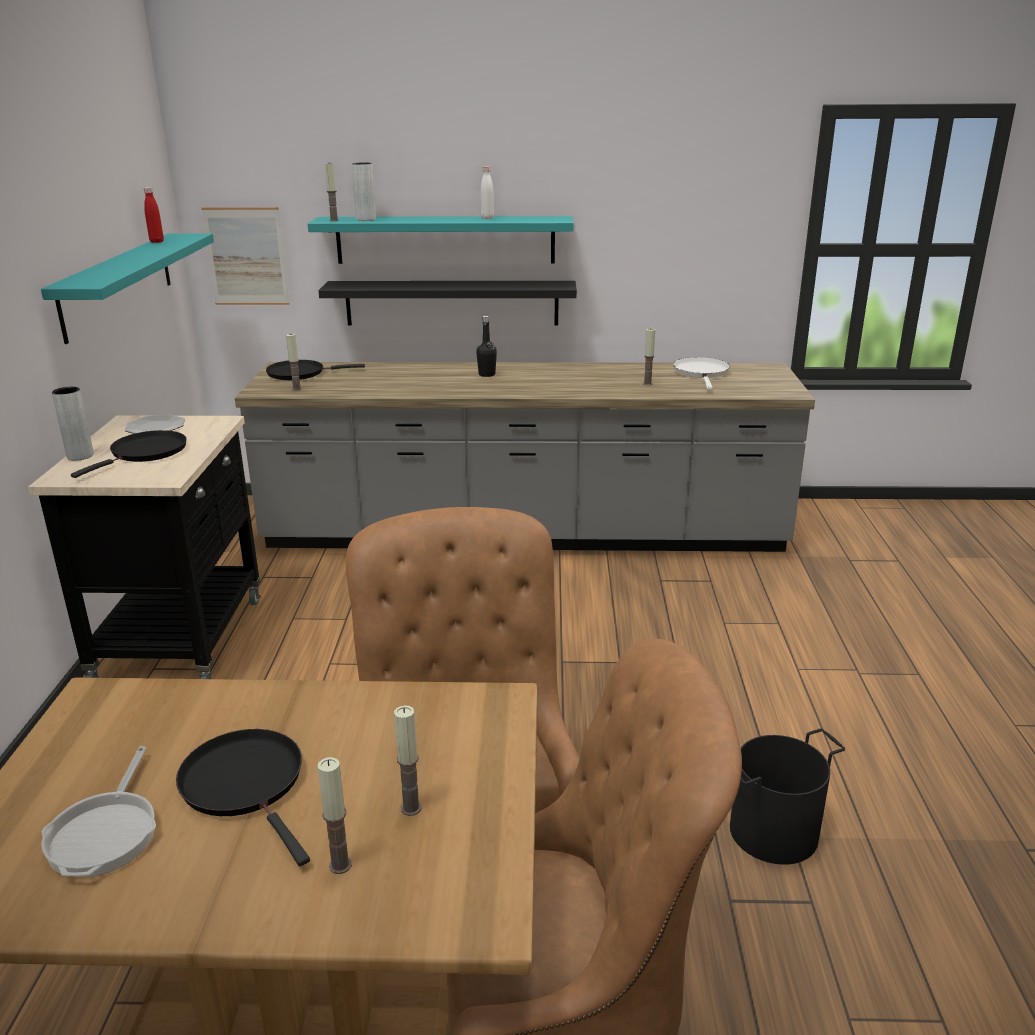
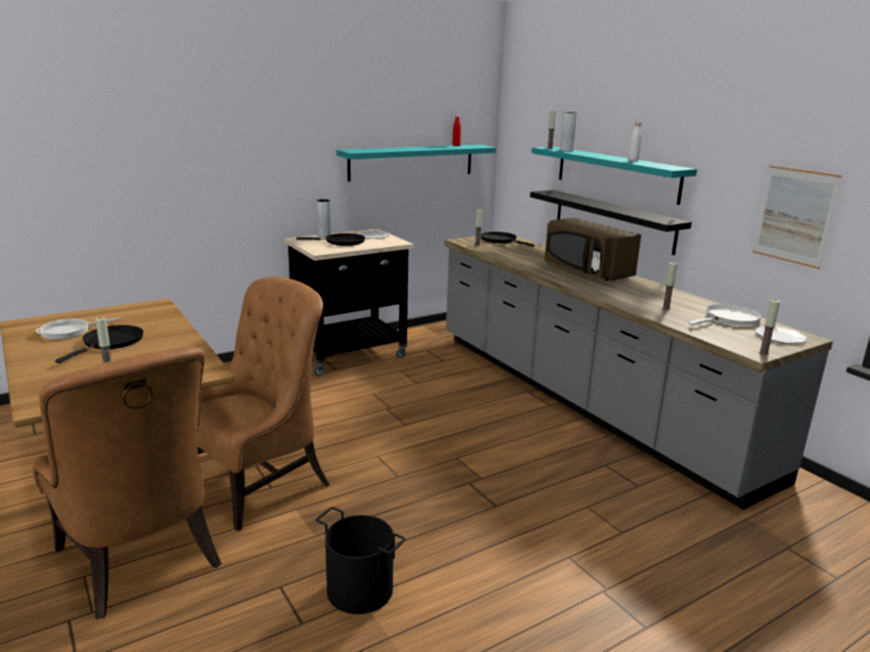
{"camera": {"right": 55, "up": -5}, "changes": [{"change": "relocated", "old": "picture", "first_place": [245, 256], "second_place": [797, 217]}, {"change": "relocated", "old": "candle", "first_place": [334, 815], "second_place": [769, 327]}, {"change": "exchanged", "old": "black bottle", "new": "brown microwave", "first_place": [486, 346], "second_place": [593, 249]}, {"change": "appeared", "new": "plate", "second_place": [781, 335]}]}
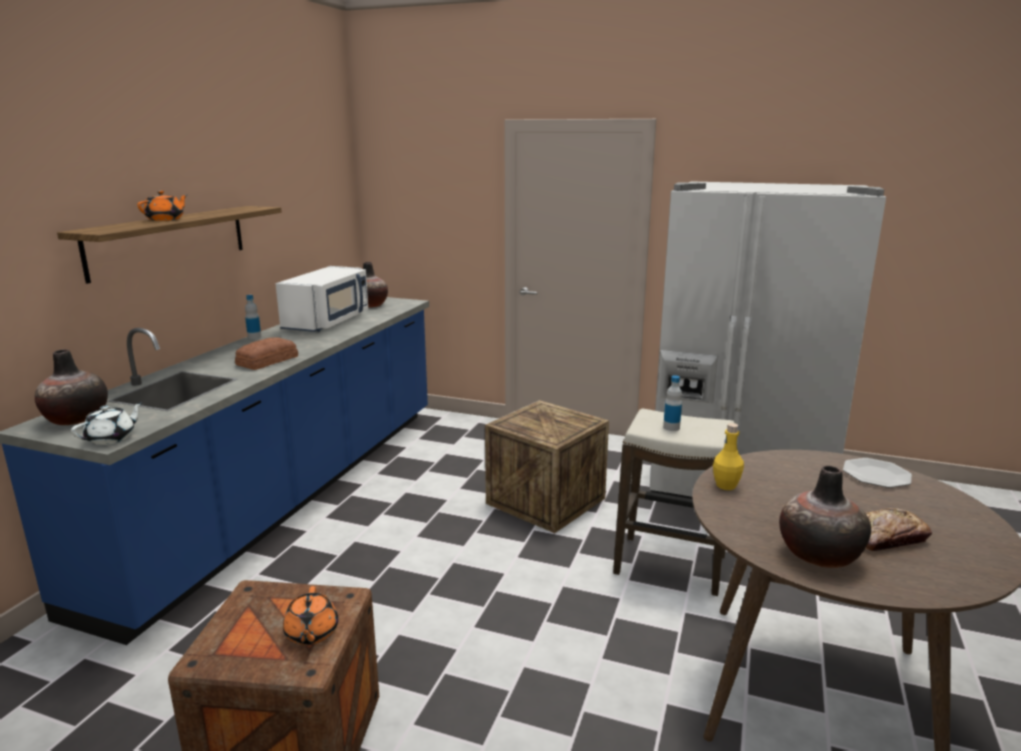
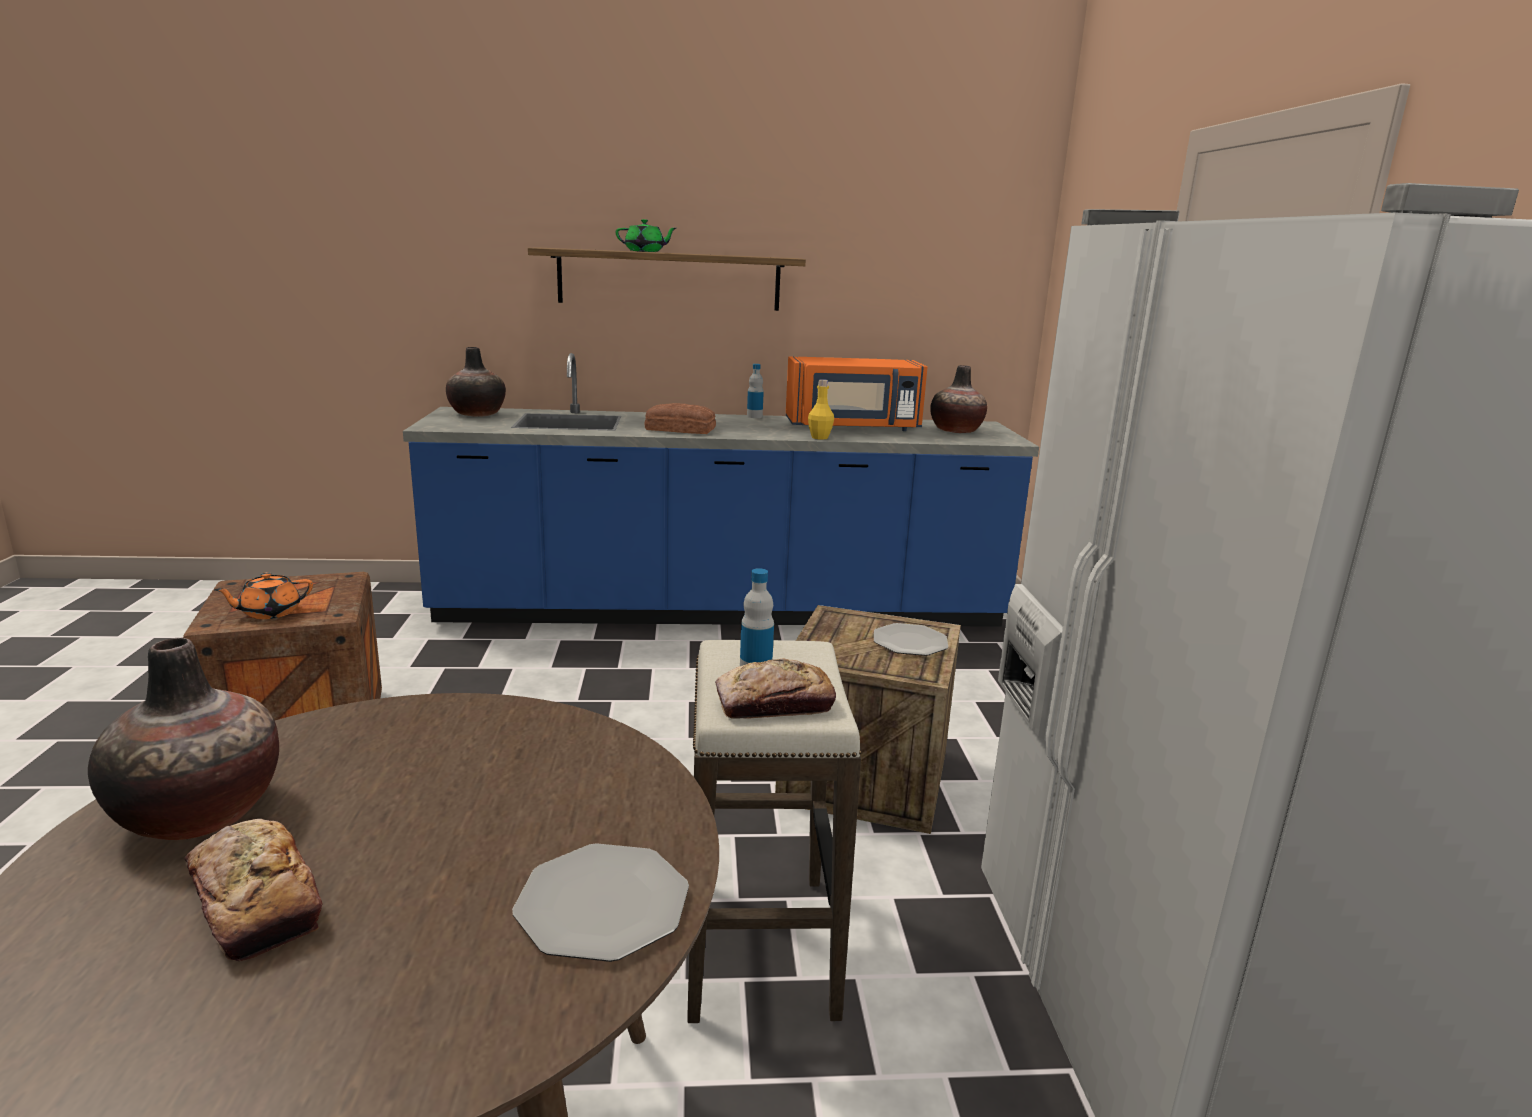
{"camera": {"right": 65, "up": 0}, "changes": [{"change": "missing", "old": "white teapot", "first_place": [107, 423]}, {"change": "colour", "old": "orange teapot", "new": "green teapot", "first_place": [162, 206], "second_place": [646, 235]}, {"change": "colour", "old": "white microwave", "new": "orange microwave", "first_place": [321, 299], "second_place": [856, 394]}, {"change": "relocated", "old": "yellow bottle", "first_place": [728, 456], "second_place": [821, 409]}, {"change": "appeared", "new": "bread", "second_place": [775, 688]}, {"change": "appeared", "new": "plate", "second_place": [911, 639]}]}
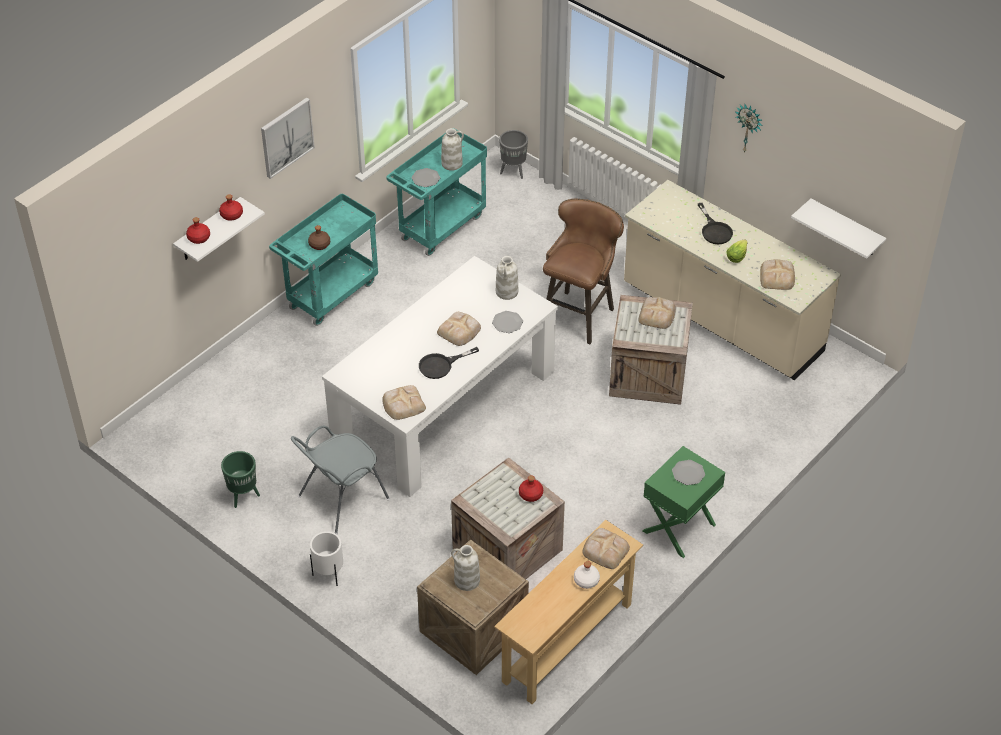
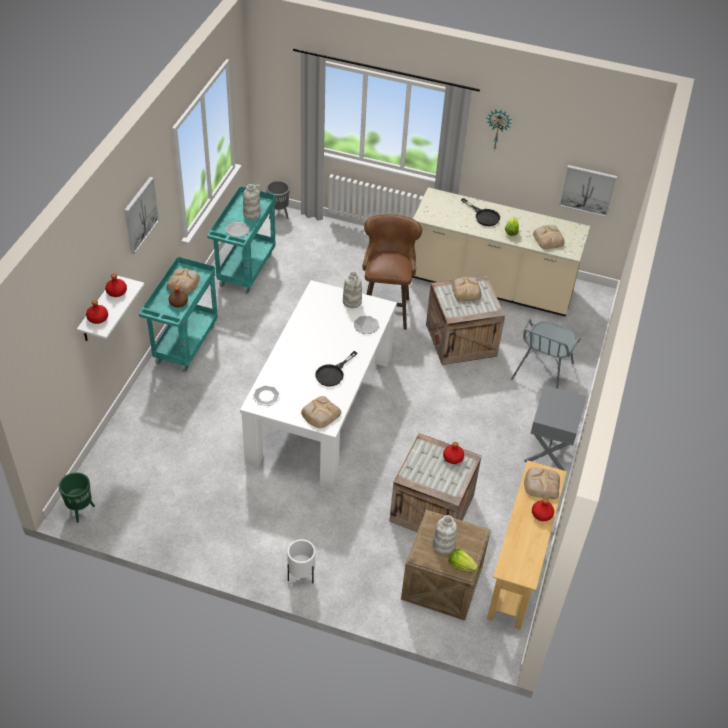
{"camera": {"right": -25, "up": 0}, "changes": [{"change": "relocated", "old": "green planter", "first_place": [240, 479], "second_place": [77, 497]}, {"change": "relocated", "old": "grey chair", "first_place": [340, 480], "second_place": [545, 354]}, {"change": "relocated", "old": "bread", "first_place": [459, 329], "second_place": [183, 281]}, {"change": "colour", "old": "white bottle", "new": "red bottle", "first_place": [587, 575], "second_place": [543, 509]}, {"change": "colour", "old": "green nightstand", "new": "grey nightstand", "first_place": [684, 502], "second_place": [555, 428]}, {"change": "relocated", "old": "plate", "first_place": [688, 472], "second_place": [266, 395]}, {"change": "exchanged", "old": "white shelf", "new": "picture", "first_place": [838, 229], "second_place": [588, 191]}, {"change": "appeared", "new": "lettuce", "second_place": [463, 560]}]}
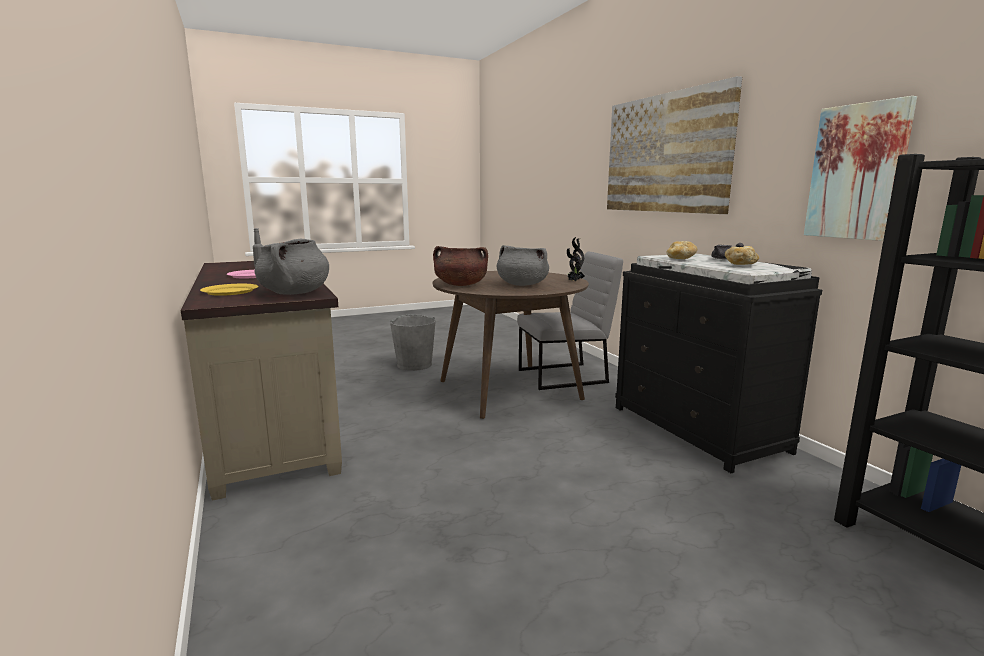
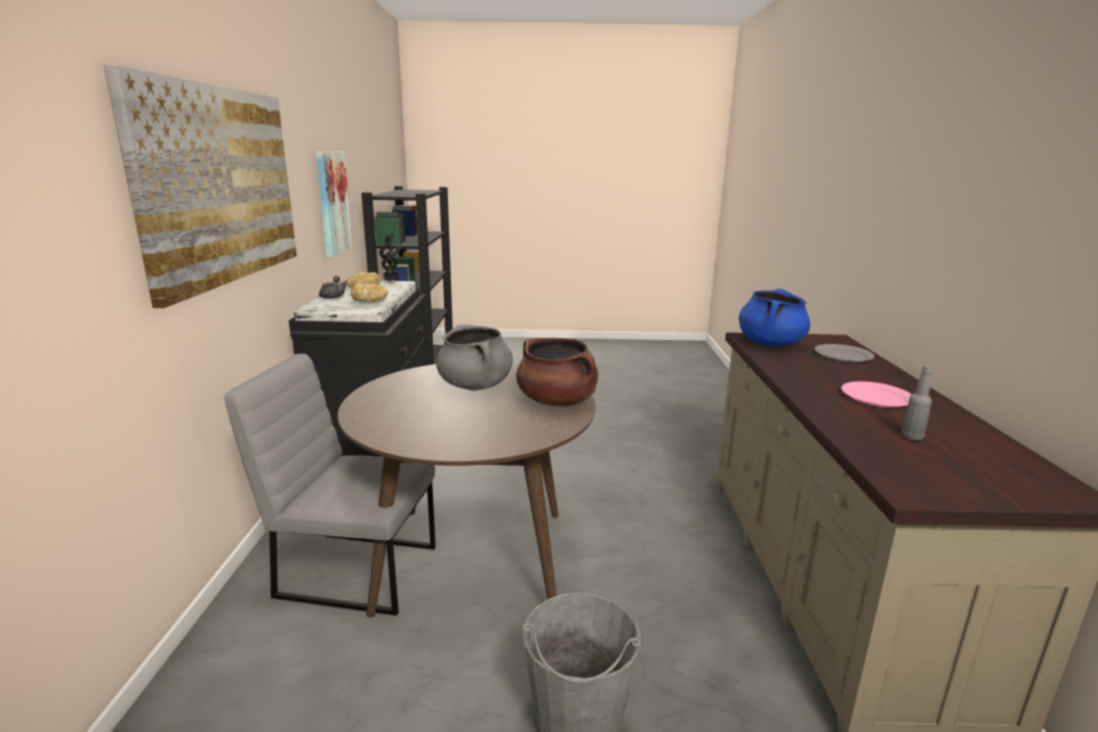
{"camera": {"right": -155, "up": 5}, "changes": [{"change": "colour", "old": "yellow plate", "new": "grey plate", "first_place": [229, 290], "second_place": [845, 353]}, {"change": "colour", "old": "grey cooking pot", "new": "blue cooking pot", "first_place": [292, 267], "second_place": [774, 318]}, {"change": "relocated", "old": "potted plant", "first_place": [576, 259], "second_place": [389, 257]}]}
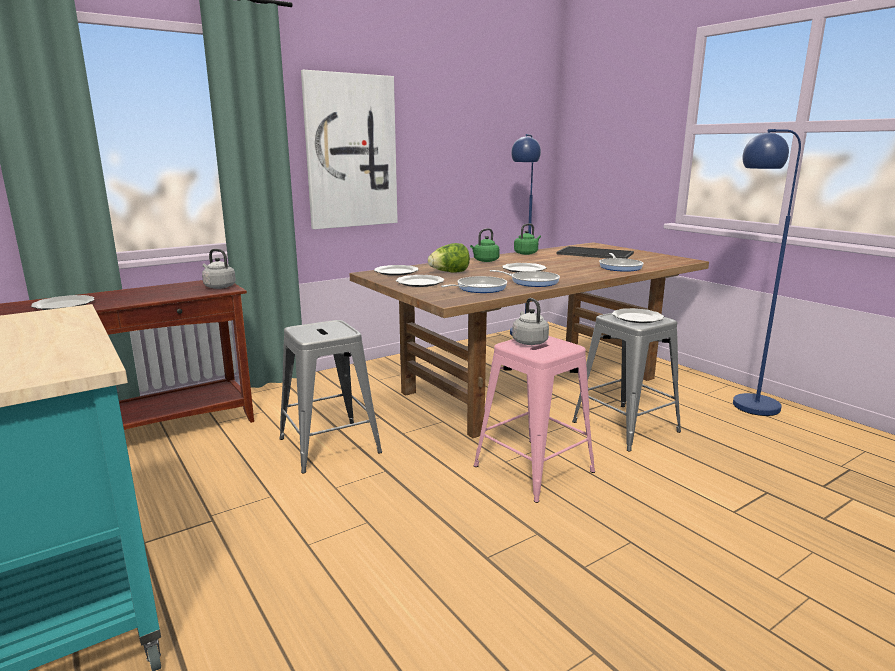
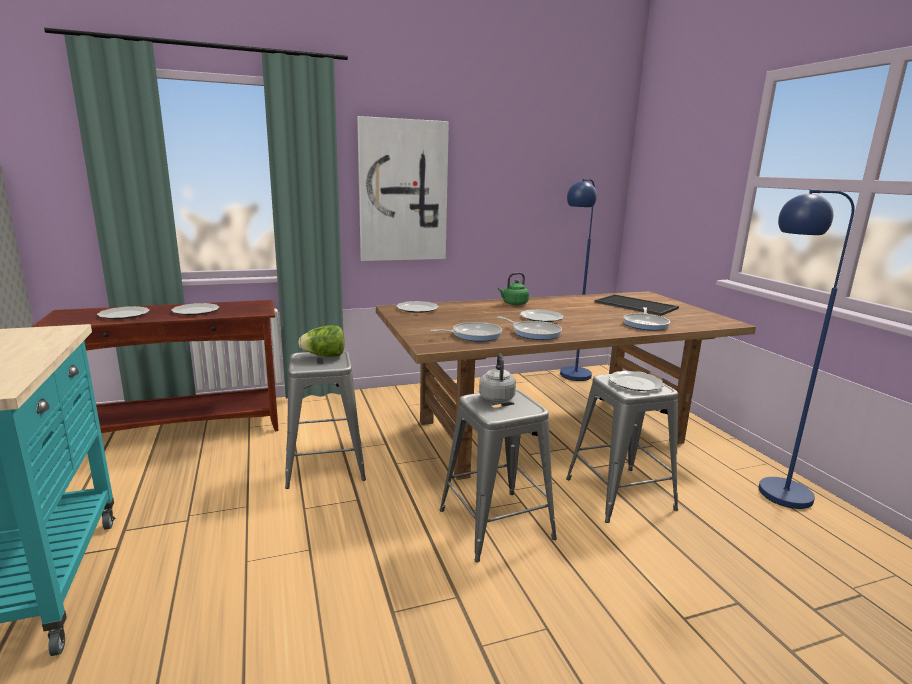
{"camera": {"right": 15, "up": 0}, "changes": [{"change": "missing", "old": "grey kettle", "first_place": [219, 269]}, {"change": "relocated", "old": "plate", "first_place": [420, 281], "second_place": [195, 309]}, {"change": "relocated", "old": "lettuce", "first_place": [449, 258], "second_place": [321, 341]}, {"change": "colour", "old": "pink stool", "new": "grey stool", "first_place": [534, 419], "second_place": [498, 475]}, {"change": "missing", "old": "green kettle", "first_place": [527, 239]}]}
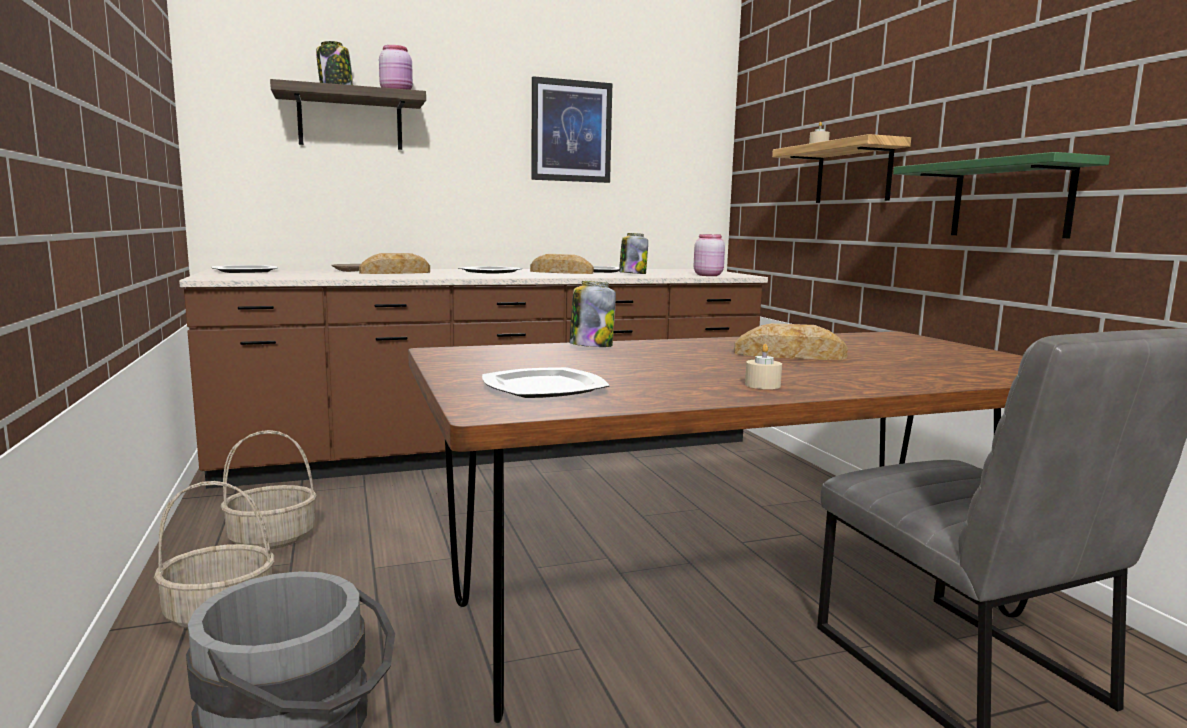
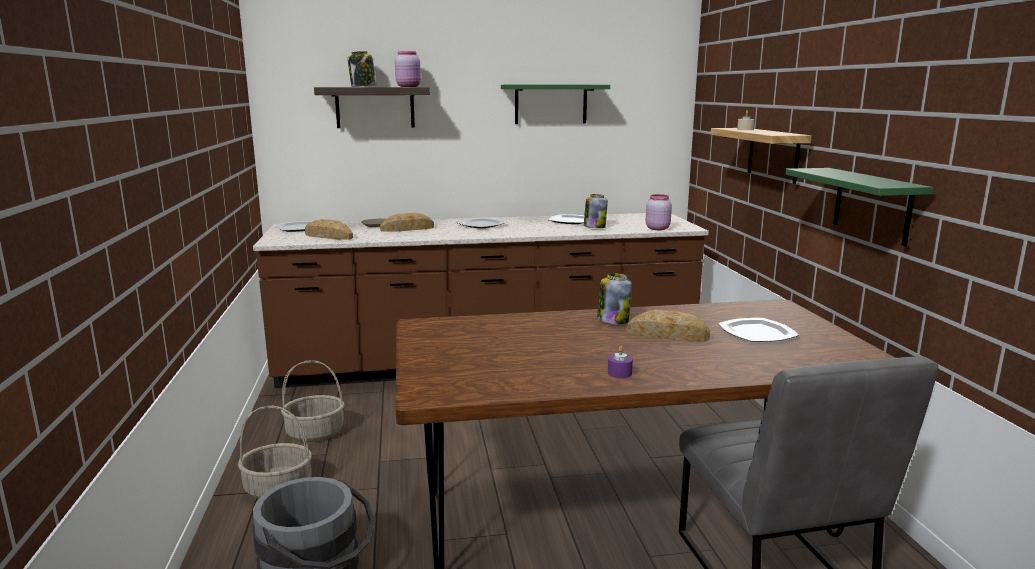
{"camera": {"right": 10, "up": 5}, "changes": [{"change": "relocated", "old": "plate", "first_place": [546, 382], "second_place": [758, 330]}, {"change": "relocated", "old": "bread", "first_place": [562, 264], "second_place": [329, 229]}, {"change": "exchanged", "old": "picture", "new": "green shelf", "first_place": [571, 129], "second_place": [555, 104]}, {"change": "relocated", "old": "jar", "first_place": [592, 314], "second_place": [614, 298]}, {"change": "colour", "old": "beige candle", "new": "purple candle", "first_place": [763, 366], "second_place": [620, 362]}]}
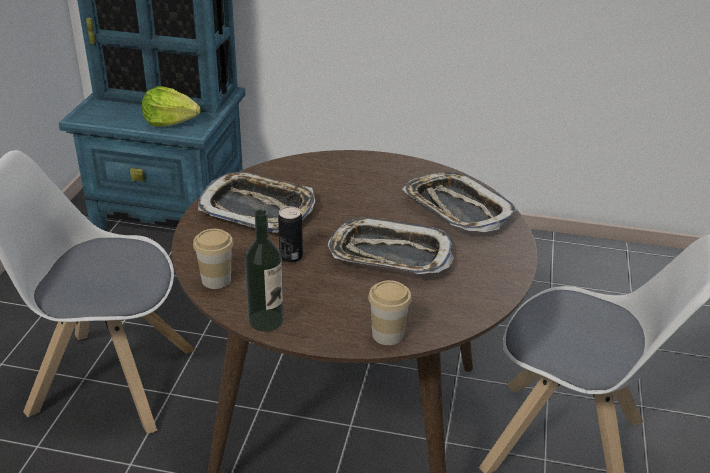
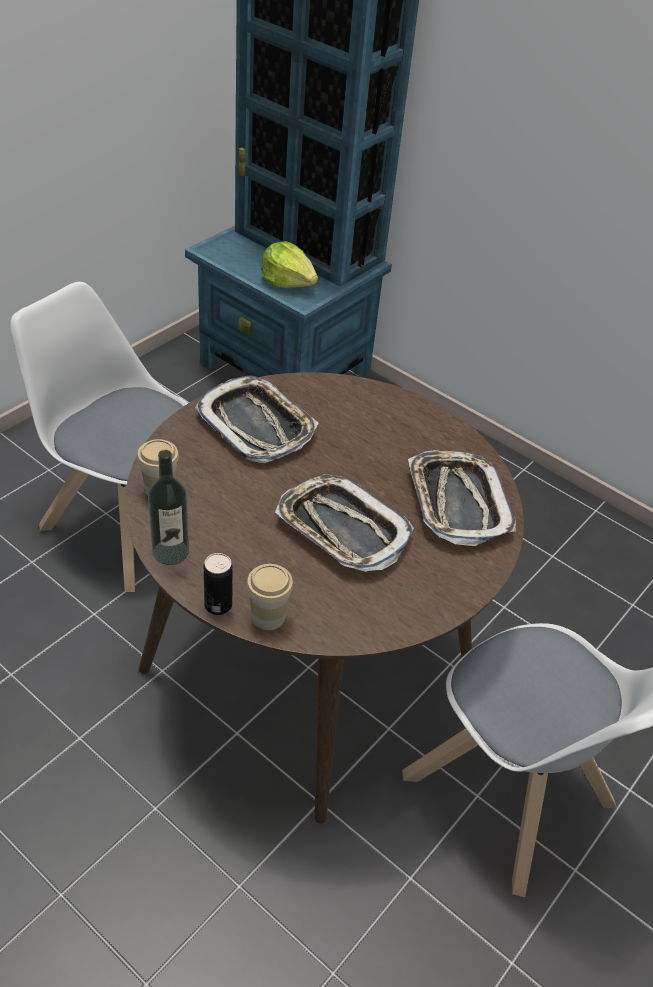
{"camera": {"right": 25, "up": 10}, "changes": [{"change": "relocated", "old": "can", "first_place": [290, 234], "second_place": [218, 584]}]}
